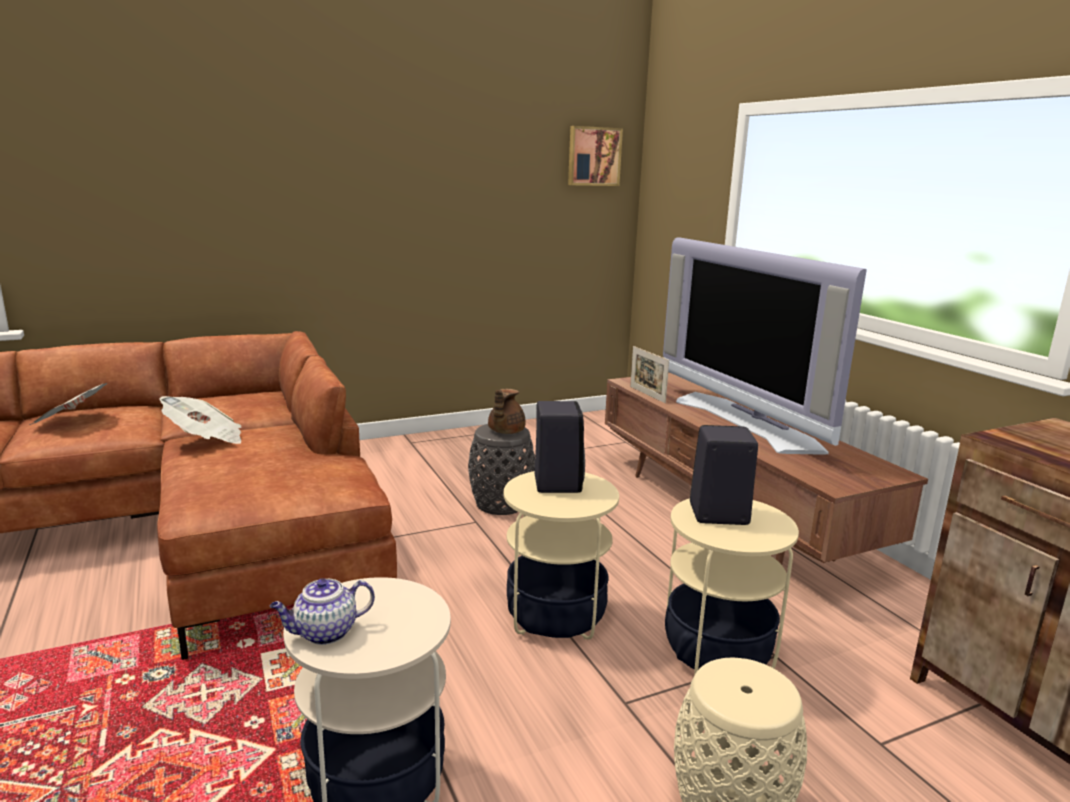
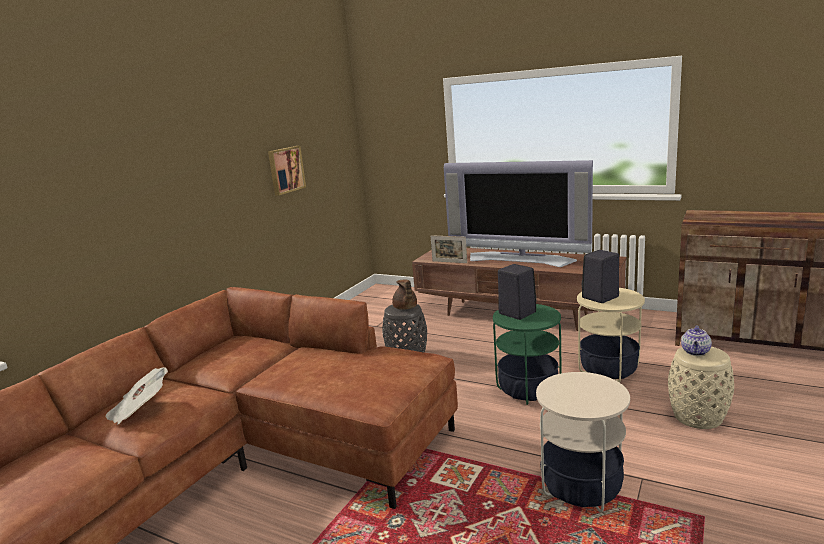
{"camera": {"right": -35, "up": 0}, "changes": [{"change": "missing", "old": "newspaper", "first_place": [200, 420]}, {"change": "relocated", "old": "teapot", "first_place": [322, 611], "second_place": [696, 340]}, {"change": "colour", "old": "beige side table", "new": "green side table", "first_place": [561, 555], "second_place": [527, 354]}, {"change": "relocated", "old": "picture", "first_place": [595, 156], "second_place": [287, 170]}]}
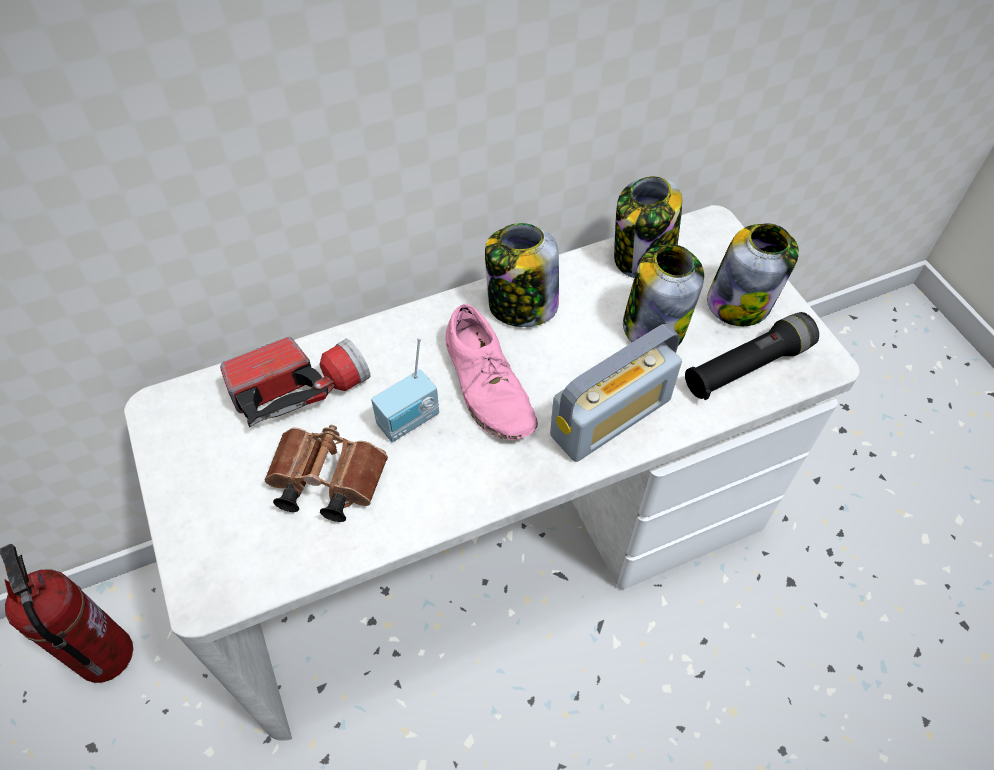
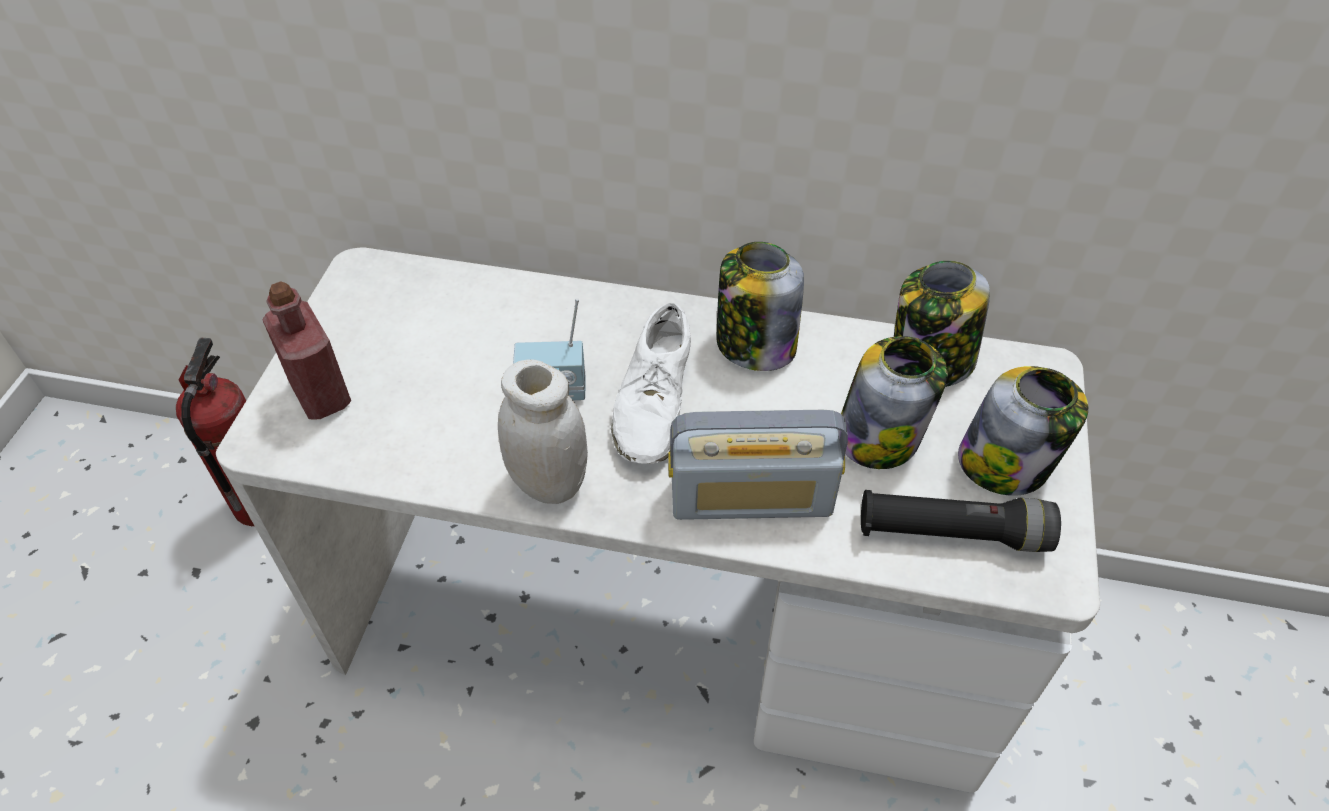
{"camera": {"right": 35, "up": -5}, "changes": [{"change": "missing", "old": "flashlight", "first_place": [295, 382]}, {"change": "missing", "old": "brown binoculars", "first_place": [326, 473]}, {"change": "colour", "old": "pink shoe", "new": "white shoe", "first_place": [491, 372], "second_place": [651, 383]}, {"change": "appeared", "new": "red bottle", "second_place": [306, 350]}, {"change": "appeared", "new": "white jar", "second_place": [543, 432]}]}
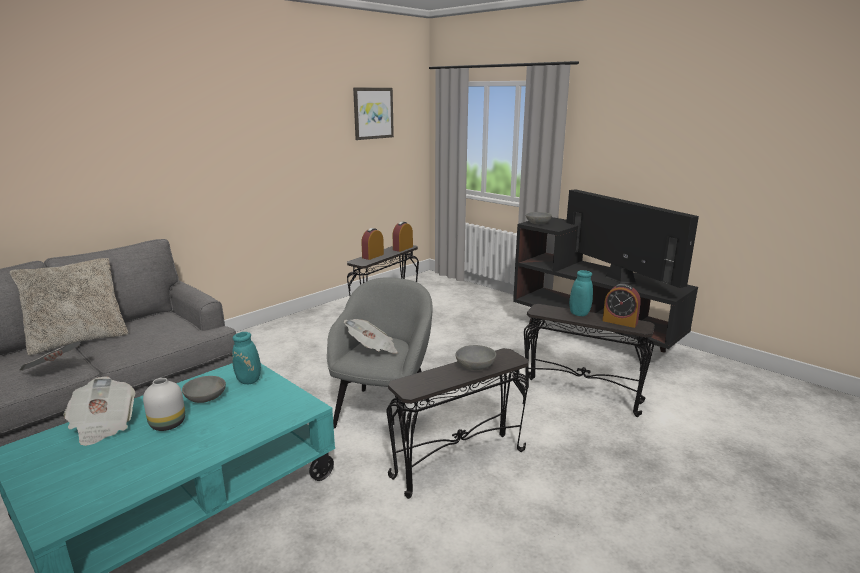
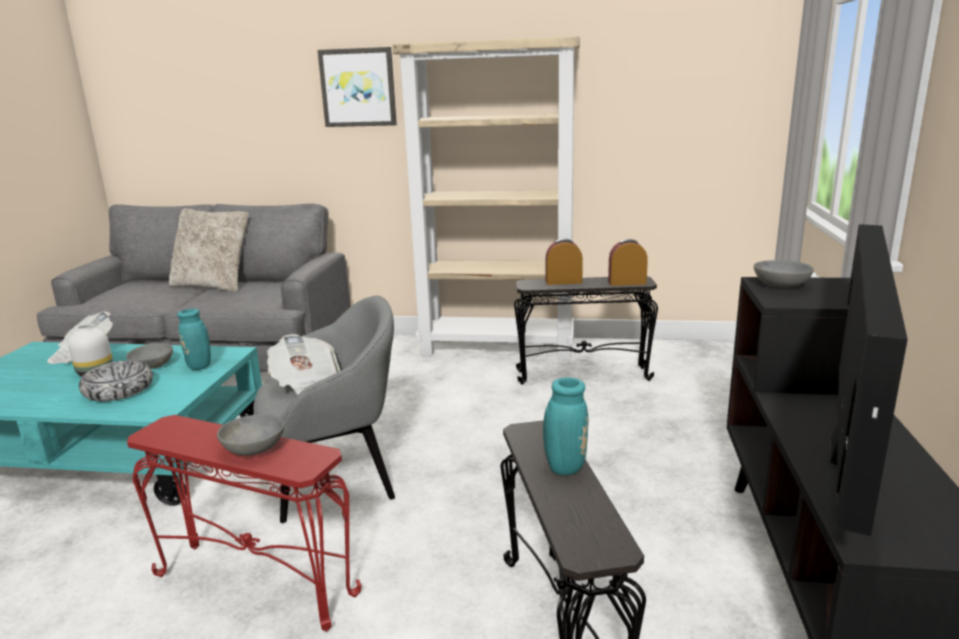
{"camera": {"right": 55, "up": 0}, "changes": [{"change": "missing", "old": "newspaper", "first_place": [50, 356]}, {"change": "relocated", "old": "picture", "first_place": [373, 114], "second_place": [357, 87]}, {"change": "colour", "old": "black side table", "new": "red side table", "first_place": [457, 423], "second_place": [244, 523]}, {"change": "missing", "old": "alarm clock", "first_place": [621, 306]}, {"change": "appeared", "new": "bowl", "second_place": [116, 380]}, {"change": "appeared", "new": "beige bookcase", "second_place": [486, 198]}]}
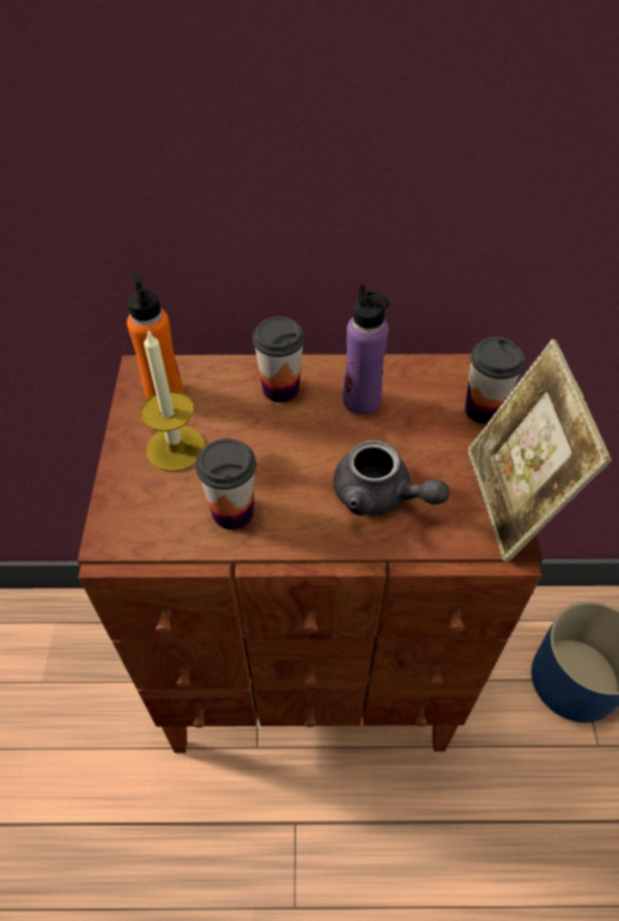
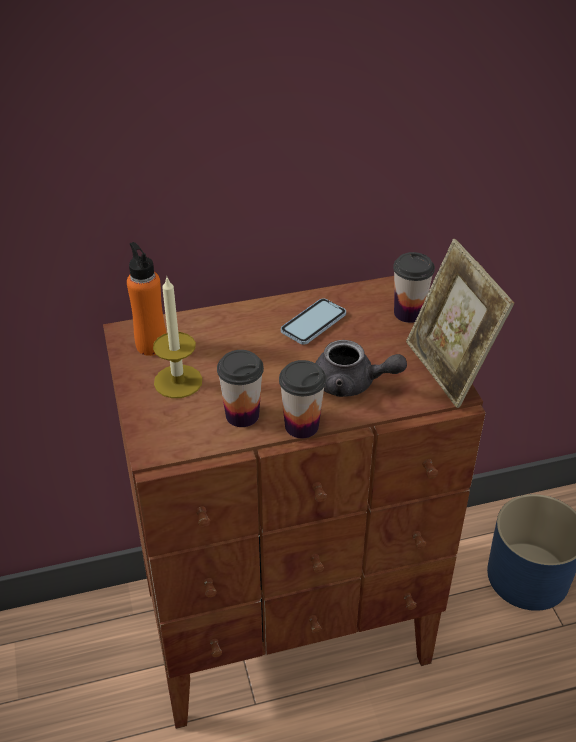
{"camera": {"right": -15, "up": -10}, "changes": [{"change": "relocated", "old": "cup", "first_place": [278, 359], "second_place": [302, 399]}, {"change": "exchanged", "old": "purple bottle", "new": "phone", "first_place": [366, 349], "second_place": [313, 321]}]}
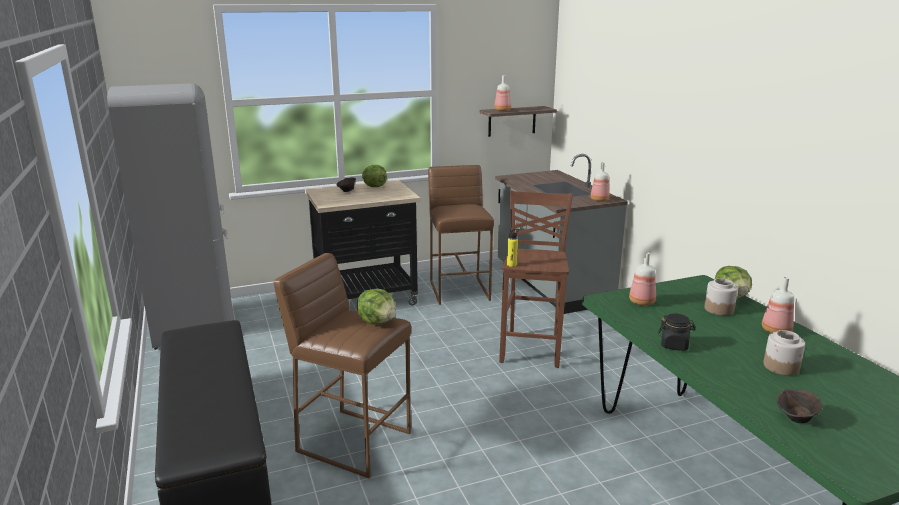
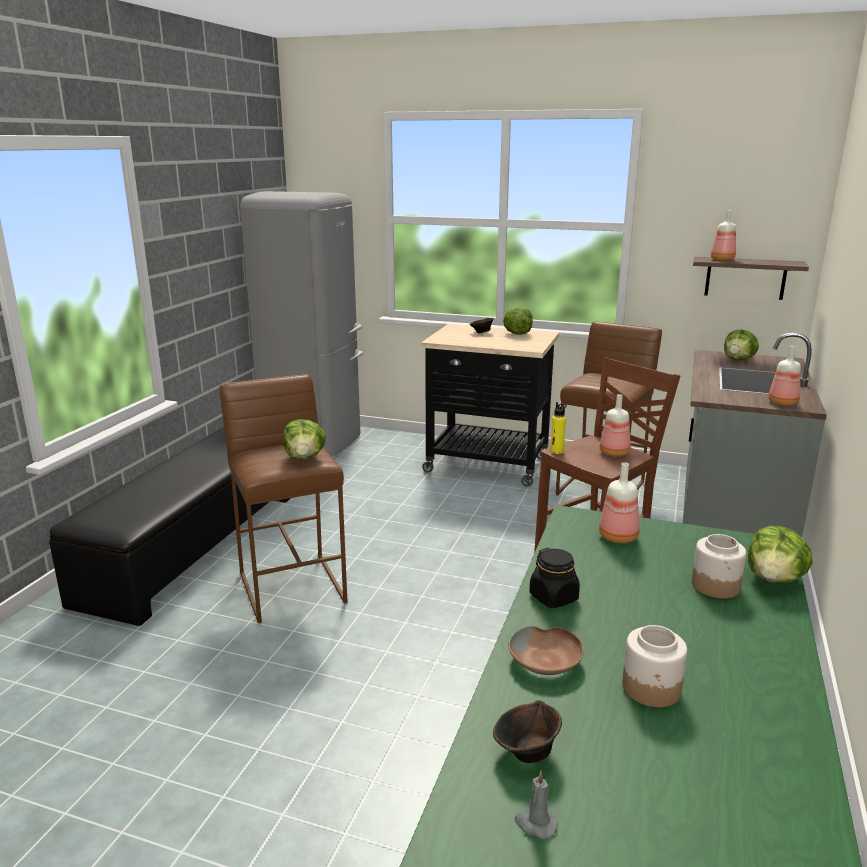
{"camera": {"right": 40, "up": 0}, "changes": [{"change": "relocated", "old": "bottle", "first_place": [778, 305], "second_place": [615, 425]}, {"change": "appeared", "new": "brown bowl", "second_place": [546, 650]}, {"change": "appeared", "new": "grey candle", "second_place": [536, 805]}, {"change": "appeared", "new": "lettuce", "second_place": [741, 345]}]}
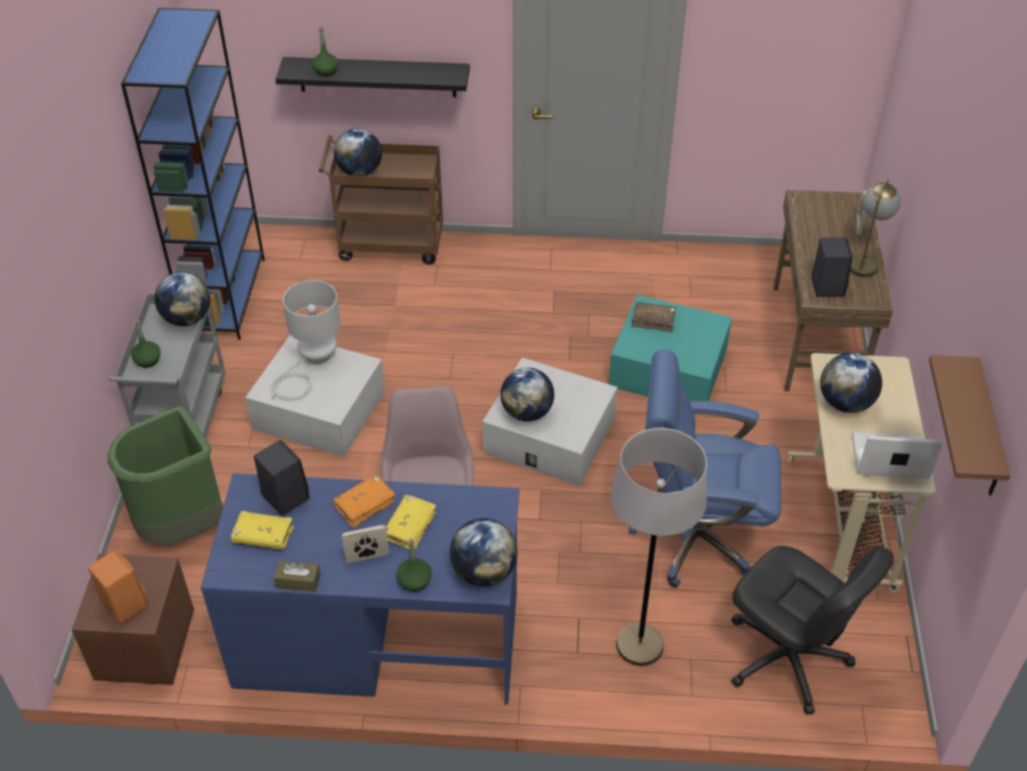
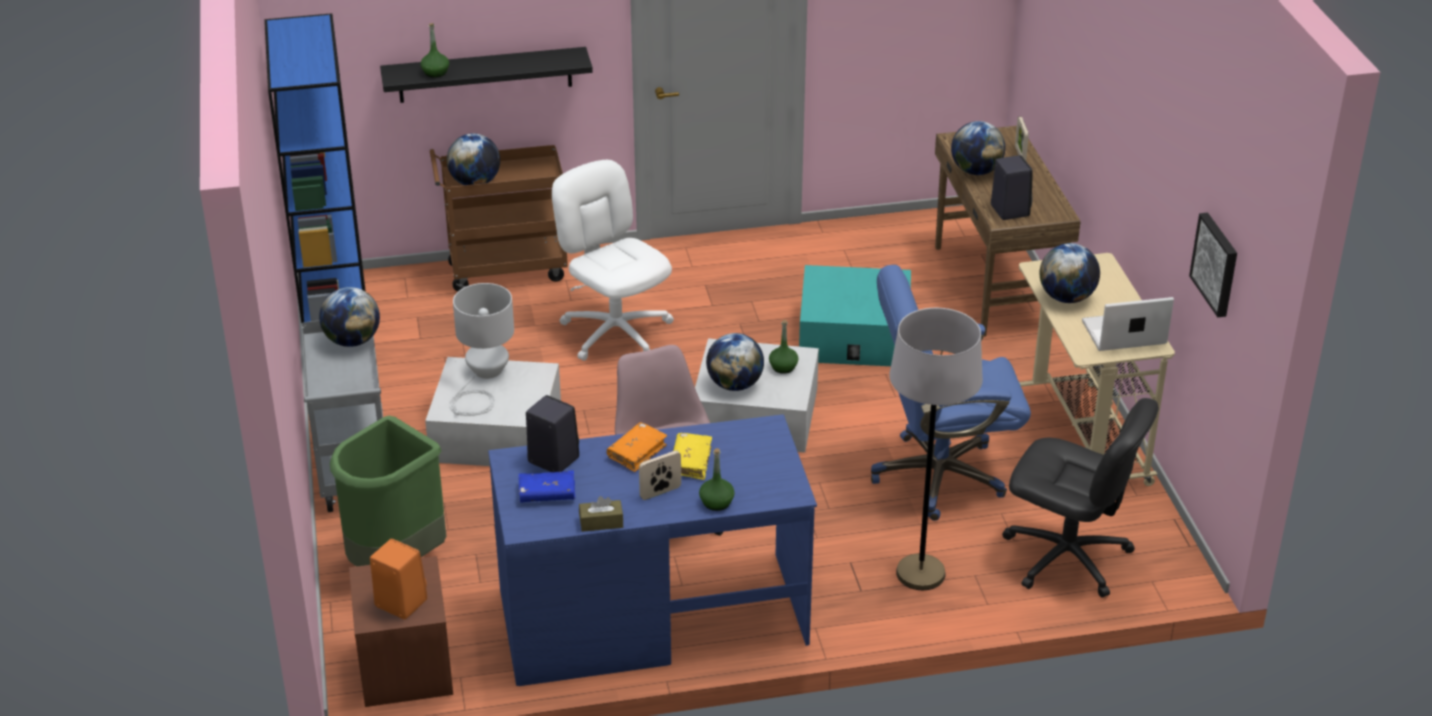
{"camera": {"right": -15, "up": -10}, "changes": [{"change": "relocated", "old": "green bottle", "first_place": [146, 343], "second_place": [783, 347]}, {"change": "colour", "old": "yellow book", "new": "blue book", "first_place": [262, 530], "second_place": [546, 486]}, {"change": "relocated", "old": "globe", "first_place": [484, 552], "second_place": [978, 148]}, {"change": "missing", "old": "brown book", "first_place": [654, 317]}, {"change": "missing", "old": "table lamp", "first_place": [875, 228]}, {"change": "exchanged", "old": "brown shelf", "new": "picture", "first_place": [970, 425], "second_place": [1213, 265]}, {"change": "appeared", "new": "white office chair", "second_place": [613, 260]}]}
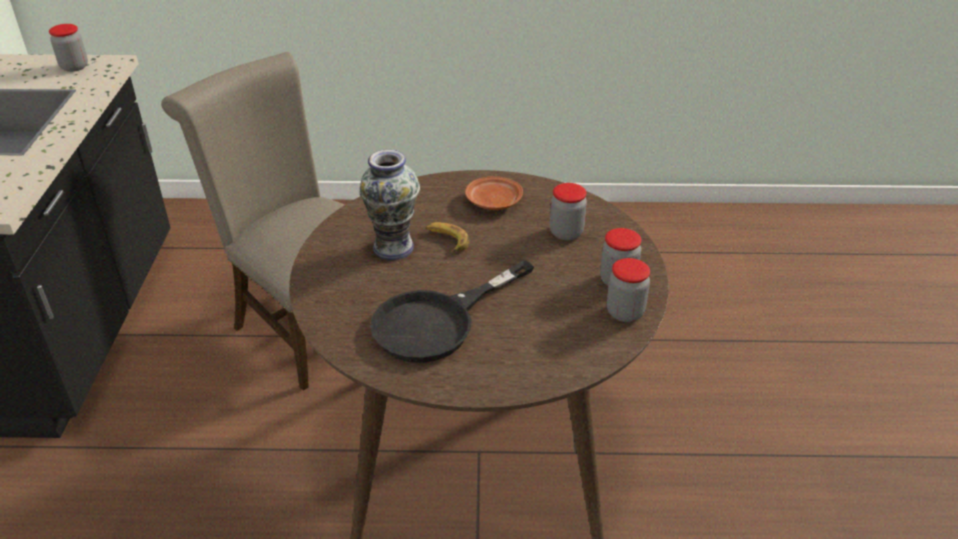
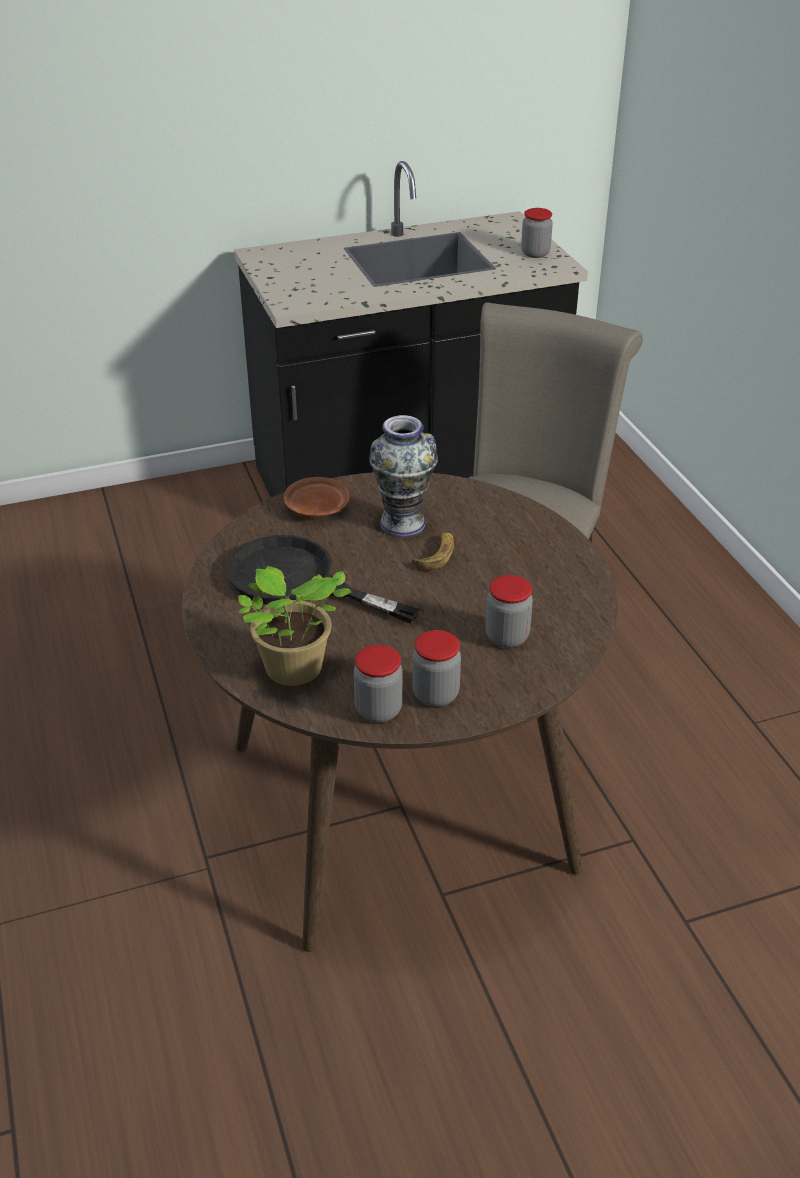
{"camera": {"right": 70, "up": 0}, "changes": [{"change": "relocated", "old": "brown plate", "first_place": [494, 193], "second_place": [316, 497]}, {"change": "appeared", "new": "potted plant", "second_place": [294, 626]}]}
